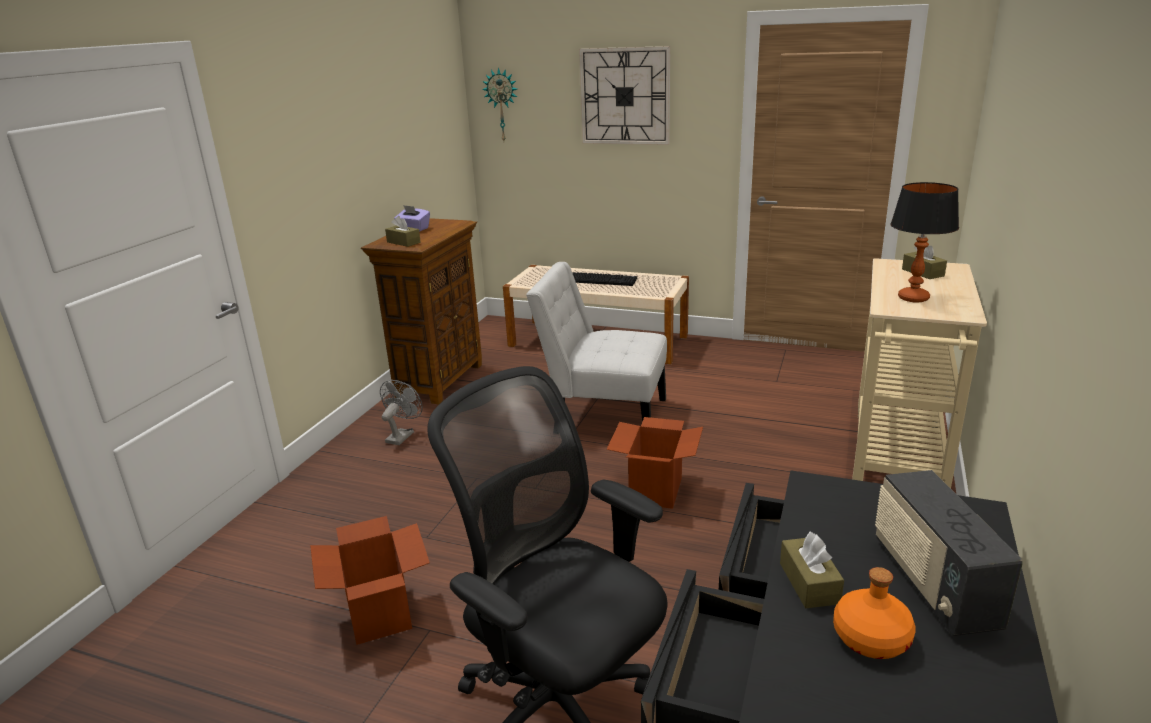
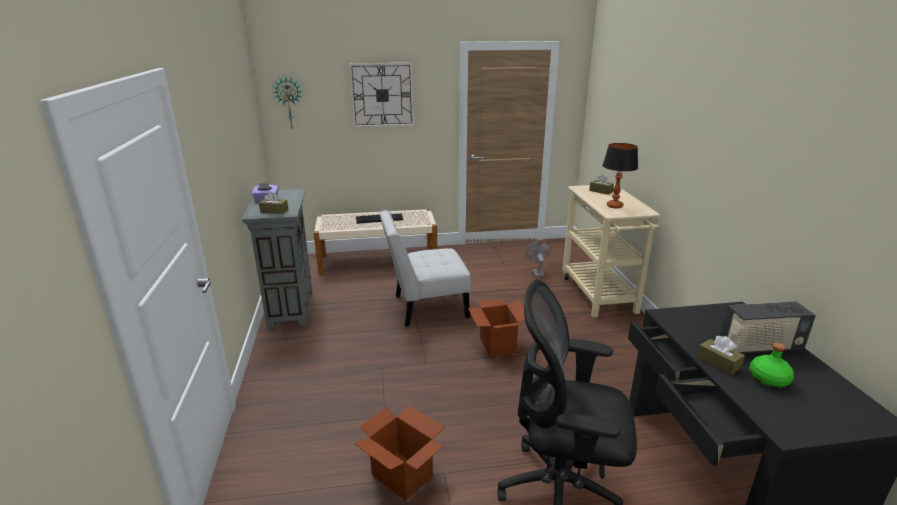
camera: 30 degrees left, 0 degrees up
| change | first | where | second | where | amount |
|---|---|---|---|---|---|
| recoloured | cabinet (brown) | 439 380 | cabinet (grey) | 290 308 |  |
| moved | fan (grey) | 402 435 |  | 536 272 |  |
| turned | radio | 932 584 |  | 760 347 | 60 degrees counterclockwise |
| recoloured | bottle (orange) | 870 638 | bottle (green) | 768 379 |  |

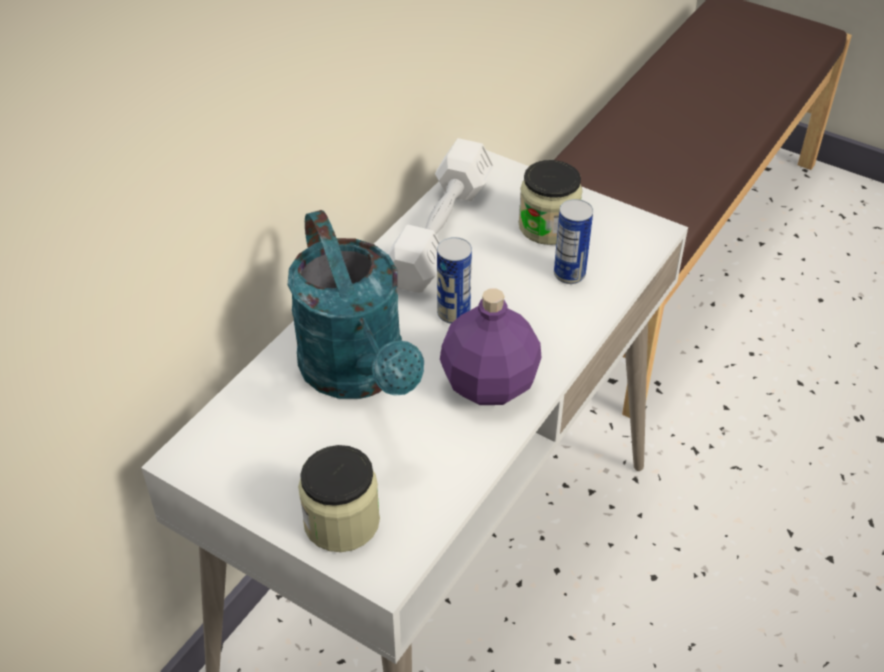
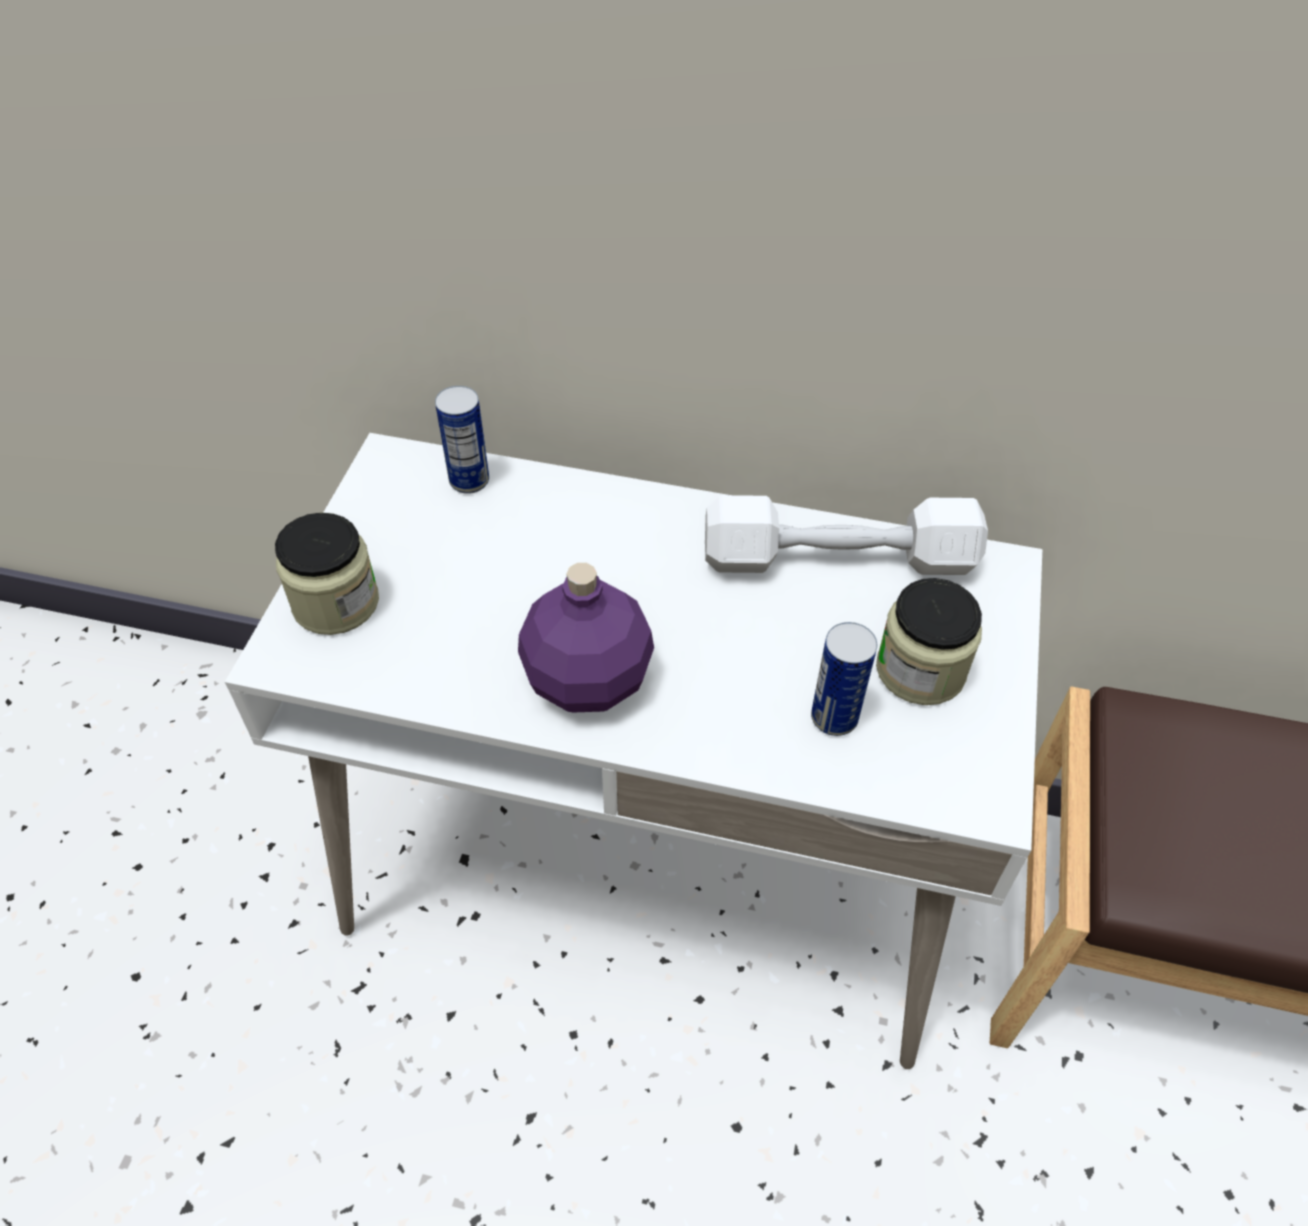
camera: 70 degrees right, 5 degrees up
| change | first | where | second | where | amount |
|---|---|---|---|---|---|
| removed | watering can (turquoise) | 359 374 |  |  |  |
| moved | can | 453 313 |  | 469 480 |  |

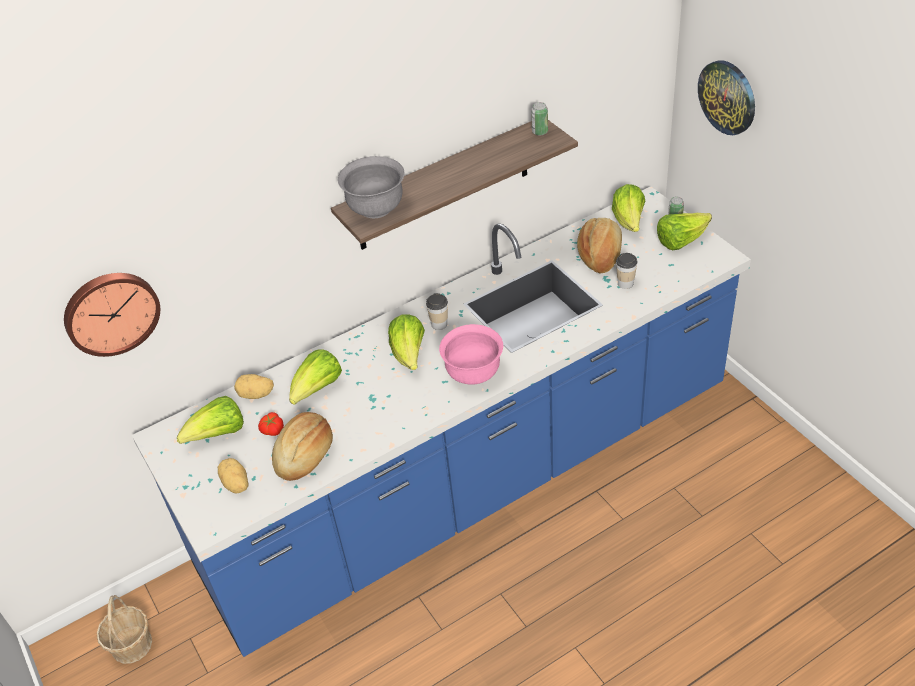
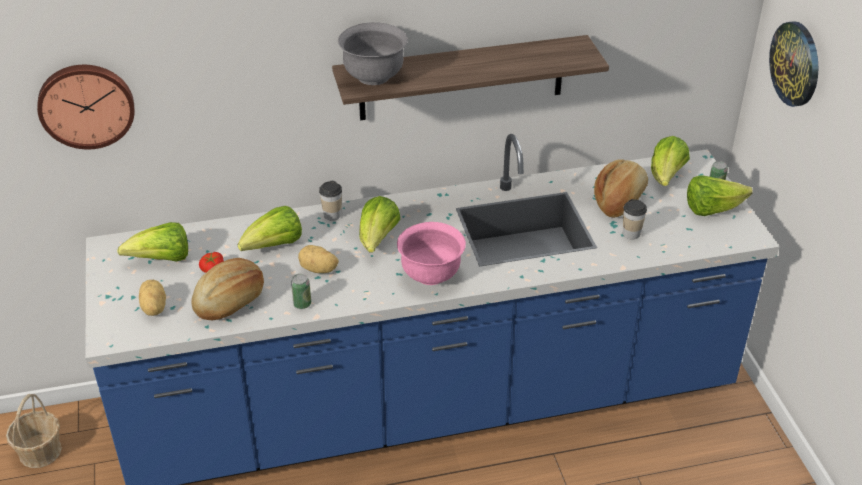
camera: 15 degrees right, 5 degrees down
| change | first | where | second | where | amount |
|---|---|---|---|---|---|
| moved | can | 540 132 |  | 302 304 |  |
| moved | cup | 439 324 |  | 332 215 |  |
| moved | potato | 256 395 |  | 318 270 |  |

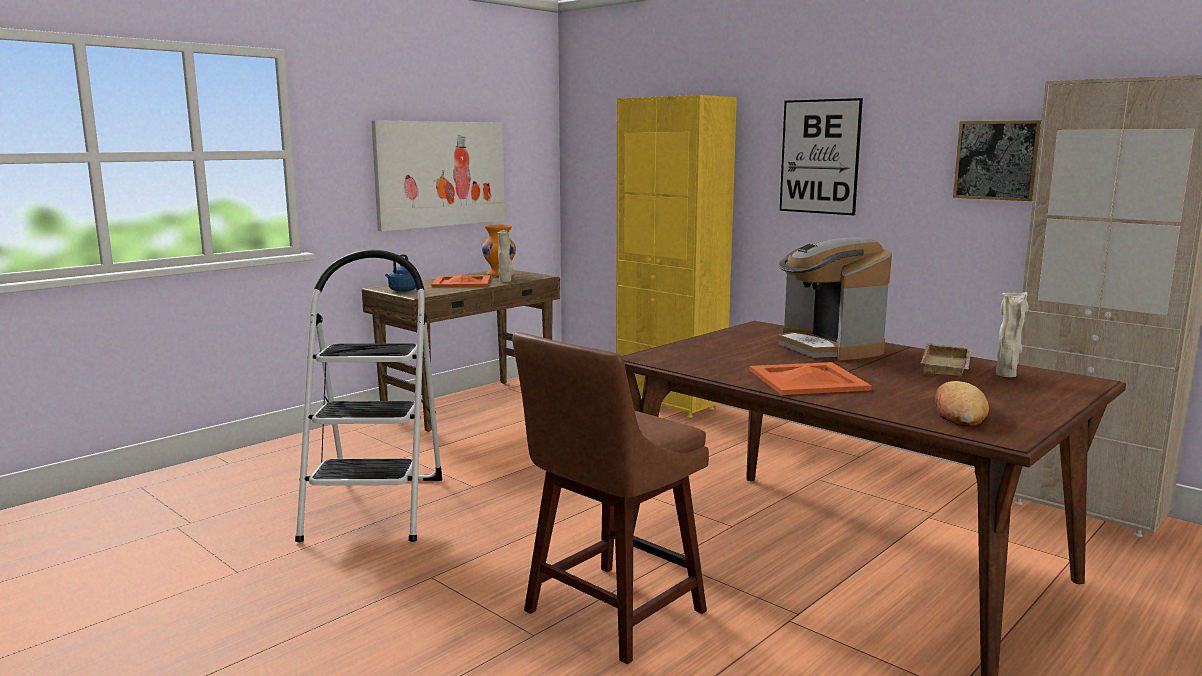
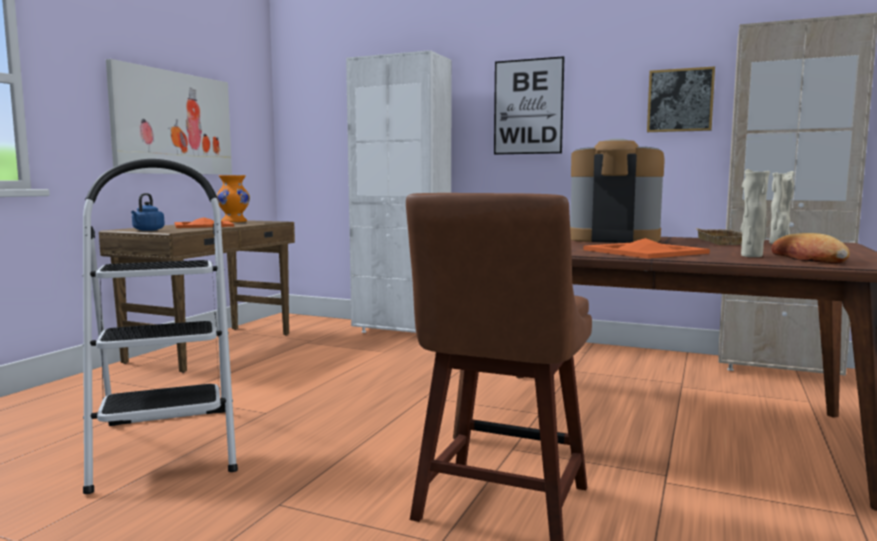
camera: 20 degrees left, 5 degrees down
| change | first | where | second | where | amount |
|---|---|---|---|---|---|
| recoloured | cabinet (yellow) | 670 405 | cabinet (white) | 401 332 |  |
| moved | vase (beige) | 506 281 |  | 752 256 |  |
| turned | coffee machine | 829 348 |  | 613 239 | 150 degrees clockwise |

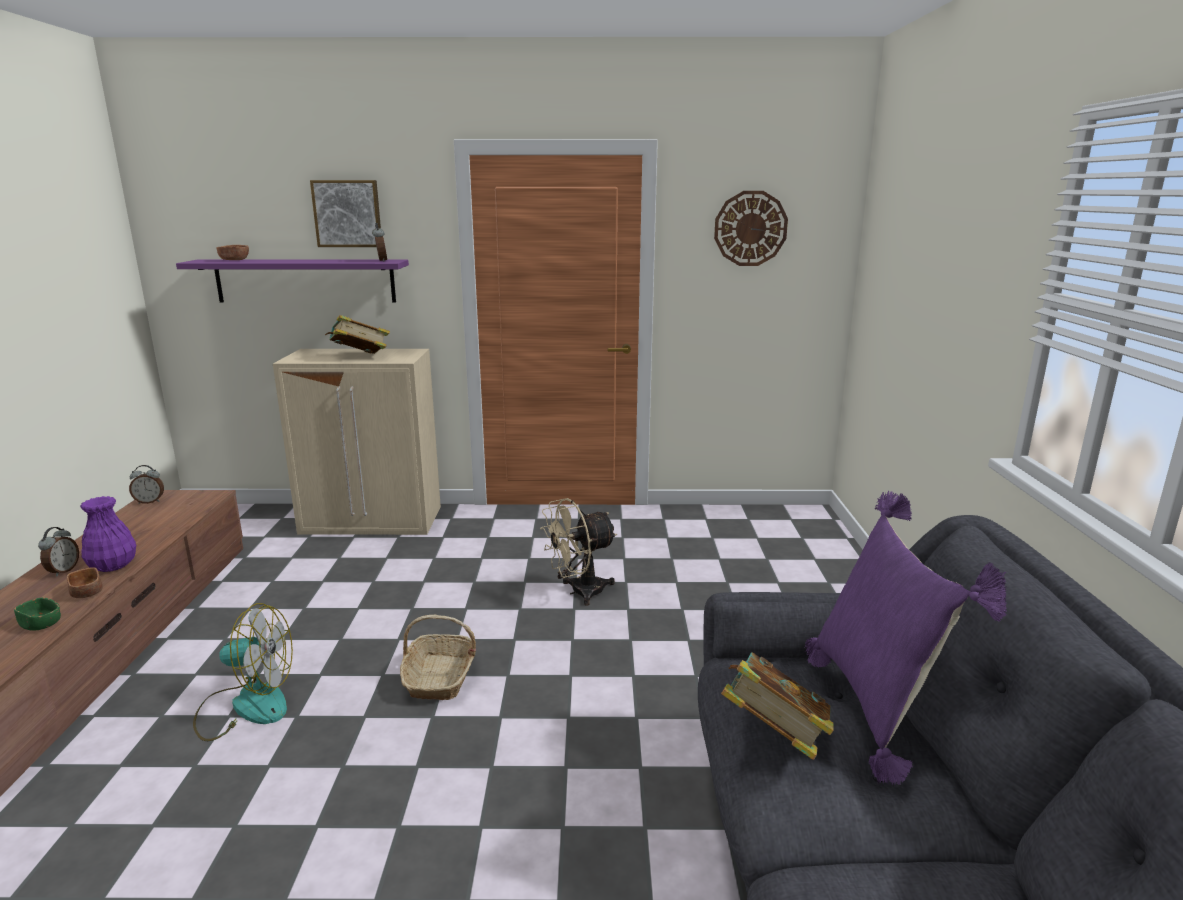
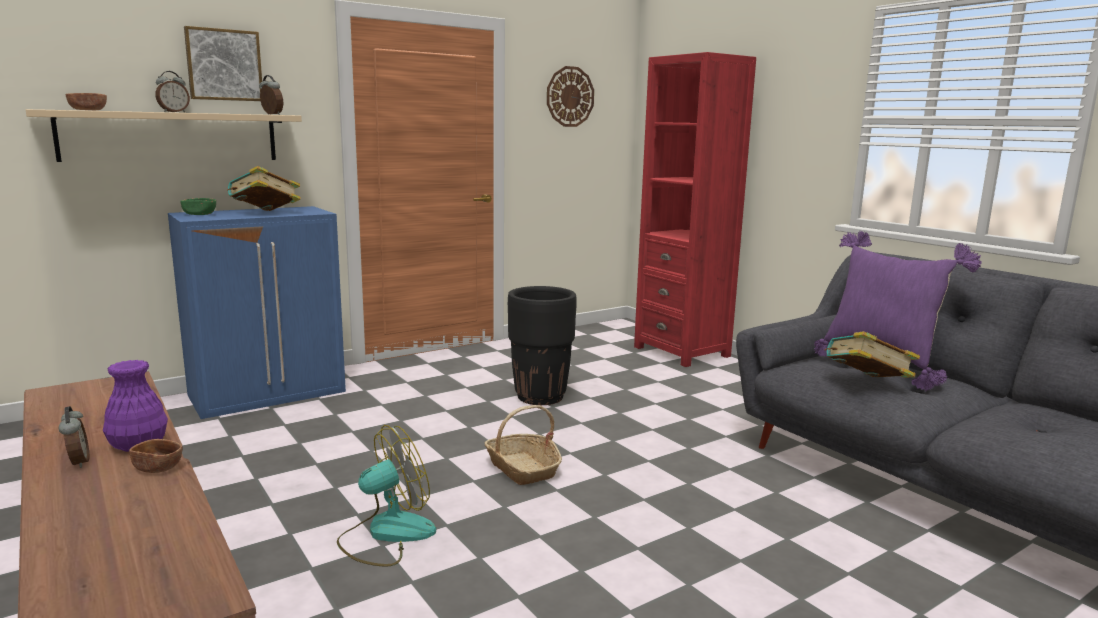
camera: 35 degrees left, 5 degrees down
| change | first | where | second | where | amount |
|---|---|---|---|---|---|
| recoloured | shelf (purple) | 305 281 | shelf (beige) | 171 136 |  |
| recoloured | cabinet (beige) | 372 520 | cabinet (blue) | 268 393 |  |
| moved | alarm clock | 150 501 |  | 173 112 |  |
| replaced | fan (beige) | 579 592 | planter (black) | 540 397 |  |
| moved | bowl (green) | 41 624 |  | 199 214 |  |
| added |  |  | bookcase (red) | 682 351 |  |

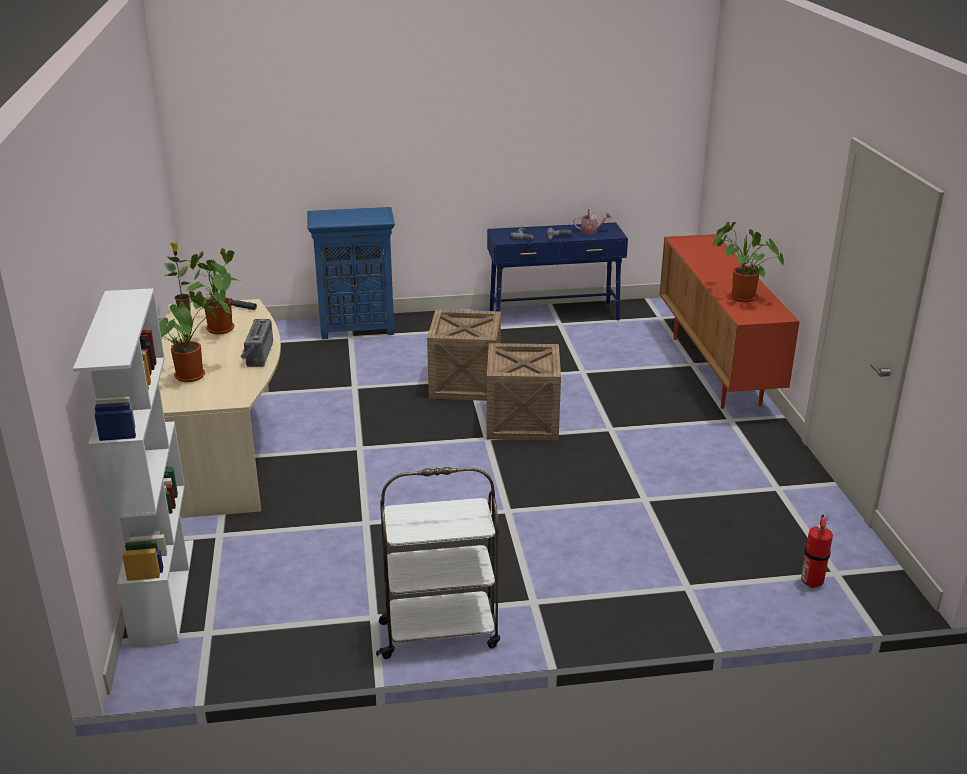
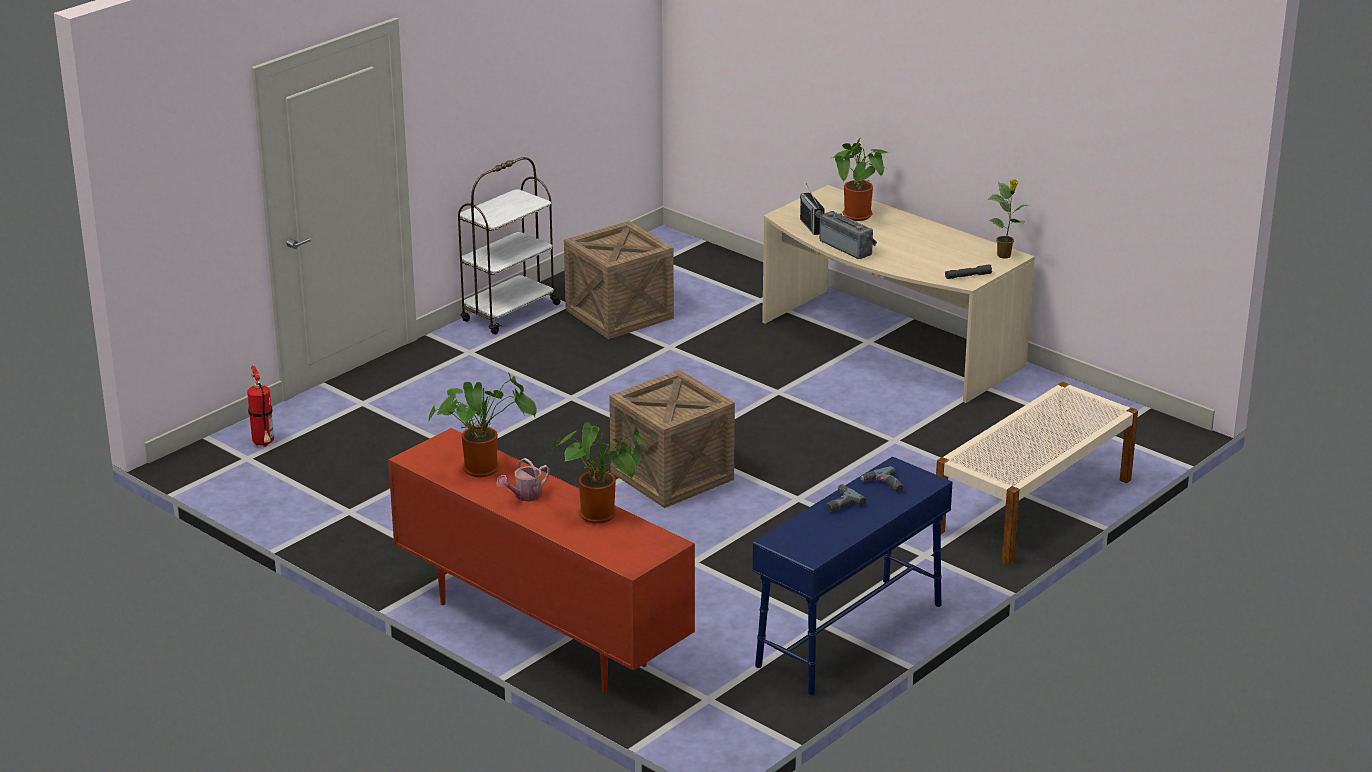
camera: 140 degrees right, 0 degrees up
| change | first | where | second | where | amount |
|---|---|---|---|---|---|
| replaced | cabinet (blue) | 358 328 | bench (beige) | 1034 506 |  |
| moved | watering can | 591 231 |  | 524 496 |  |
| moved | potted plant | 218 328 |  | 602 515 |  |
| removed | bookcase (white) | 162 591 |  |  |  |
| moved | crate | 465 383 |  | 619 314 |  |
| added |  |  | radio | 811 226 |  |

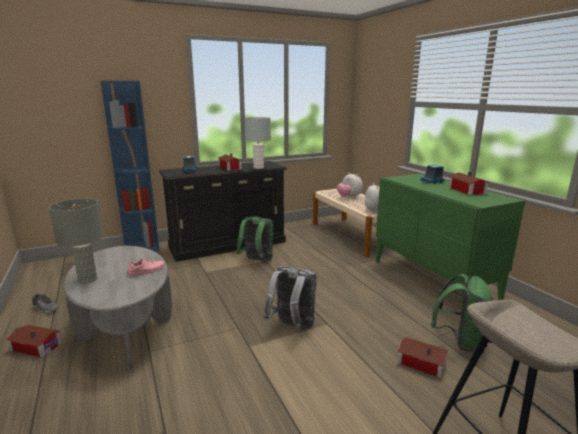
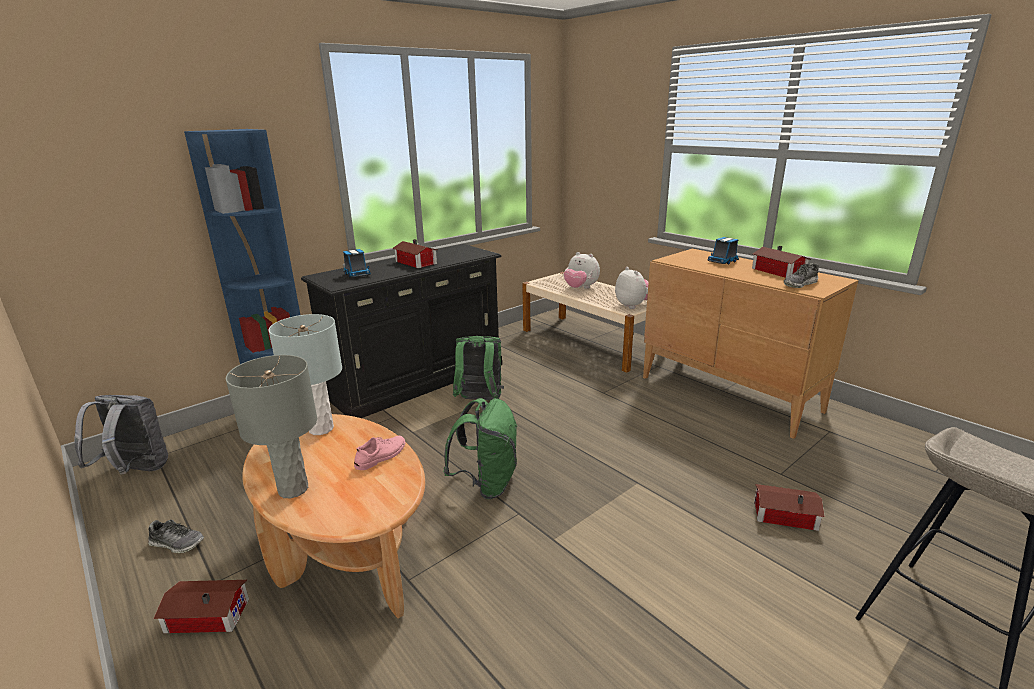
camera: 15 degrees left, 5 degrees up
| change | first | where | second | where | amount |
|---|---|---|---|---|---|
| moved | table lamp (grey) | 258 167 |  | 321 429 |  |
| recoloured | cabinet (green) | 432 280 | cabinet (brown) | 728 394 |  |
| recoloured | coffee table (grey) | 126 330 | coffee table (brown) | 347 552 |  |
| moved | backpack (grey) | 292 326 |  | 136 471 |  |
| moved | backpack (green) | 459 339 |  | 487 484 |  |
| added |  |  | shoe | 800 284 |  |

